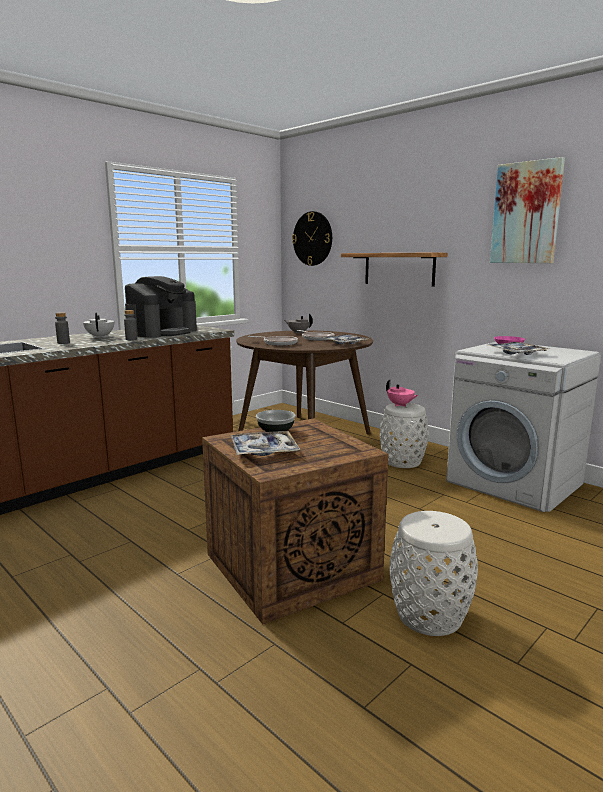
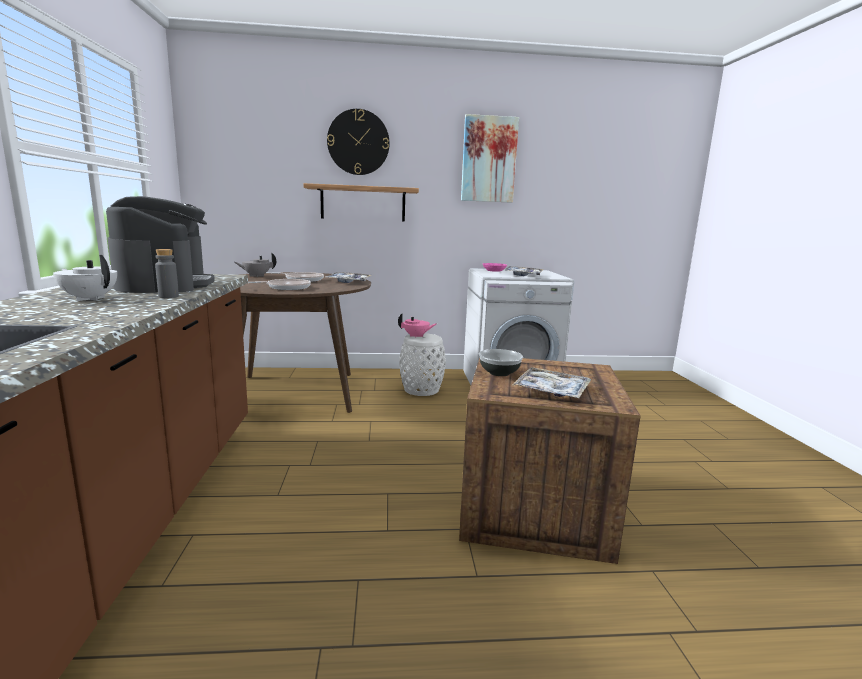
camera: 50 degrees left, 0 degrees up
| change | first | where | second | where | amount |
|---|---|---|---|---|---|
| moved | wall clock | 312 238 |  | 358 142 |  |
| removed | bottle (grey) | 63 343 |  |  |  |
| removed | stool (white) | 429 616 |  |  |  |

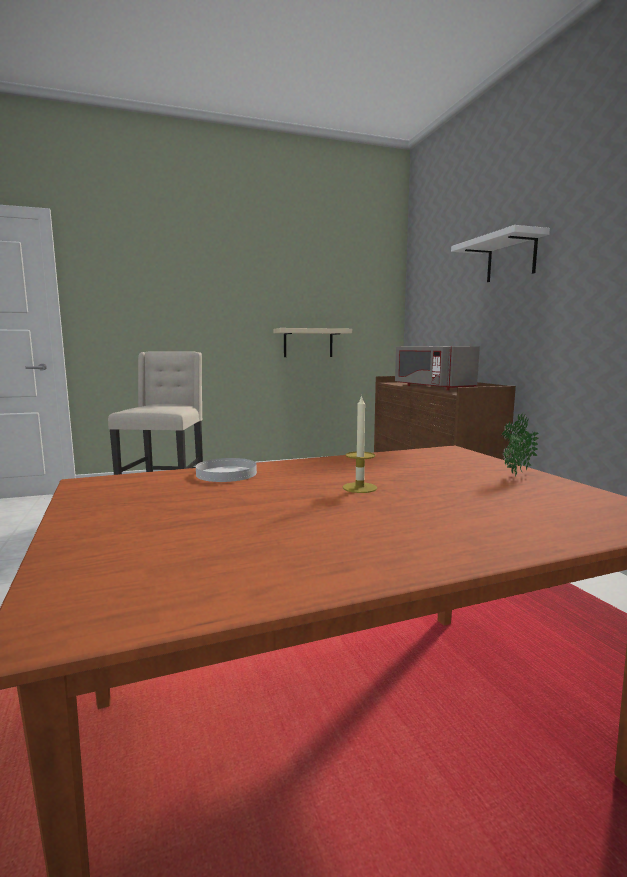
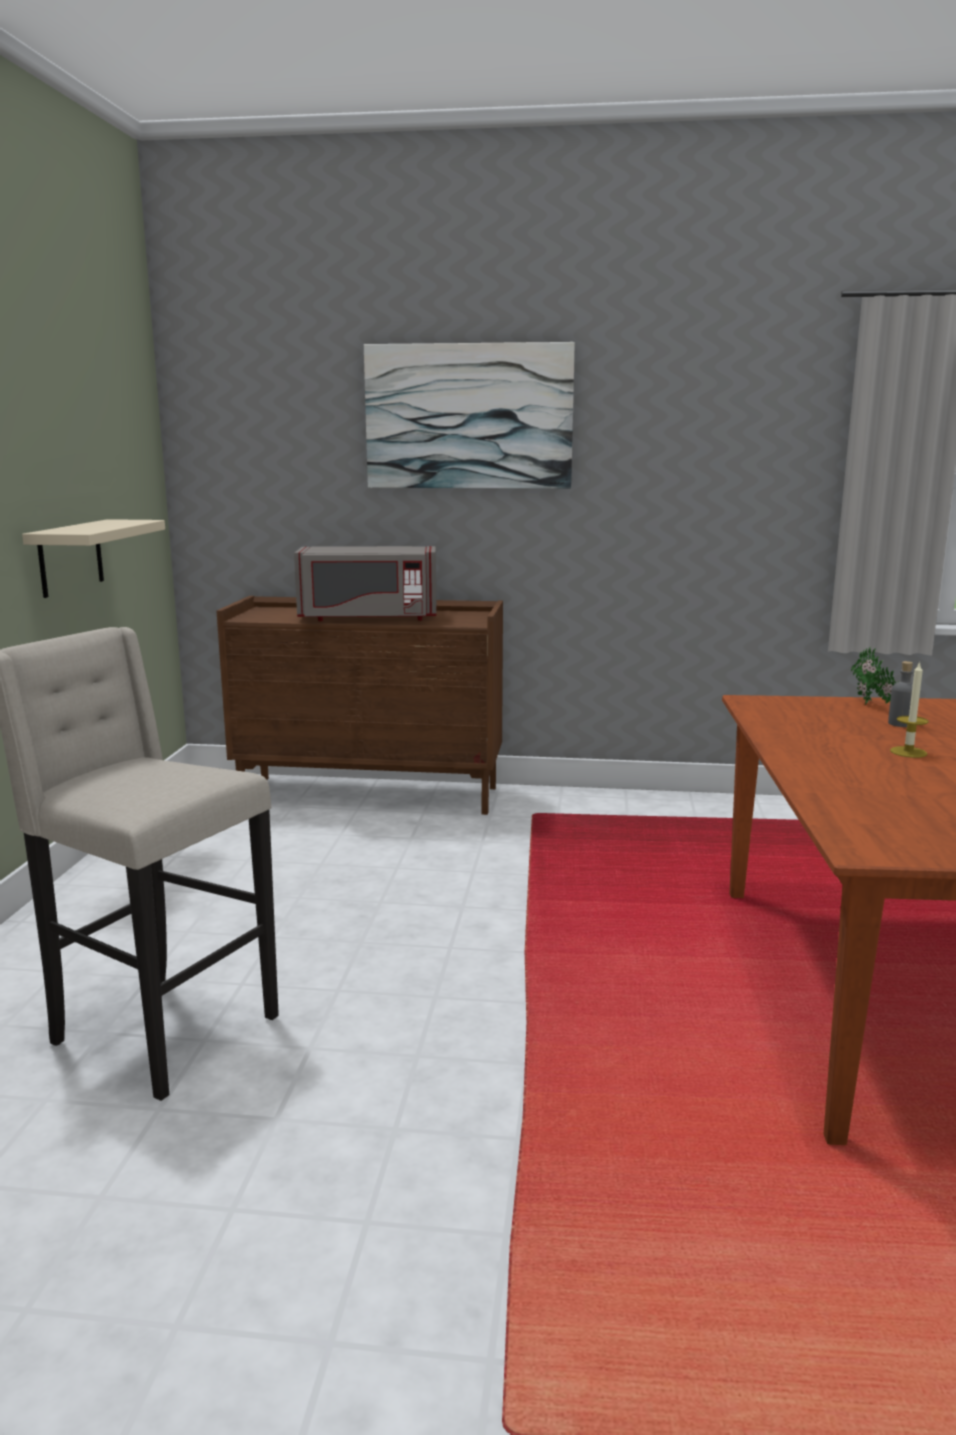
camera: 65 degrees left, 5 degrees up
| change | first | where | second | where | amount |
|---|---|---|---|---|---|
| replaced | shelf (white) | 511 258 | picture | 469 417 |  |
| removed | plate (white) | 226 473 |  |  |  |
| added |  |  | bottle (grey) | 900 724 |  |

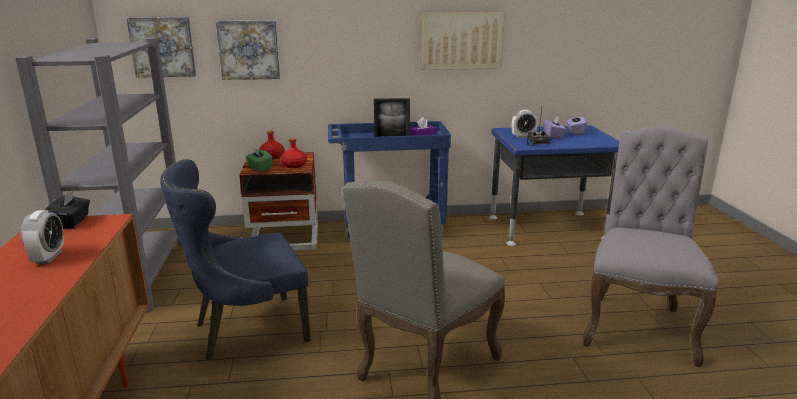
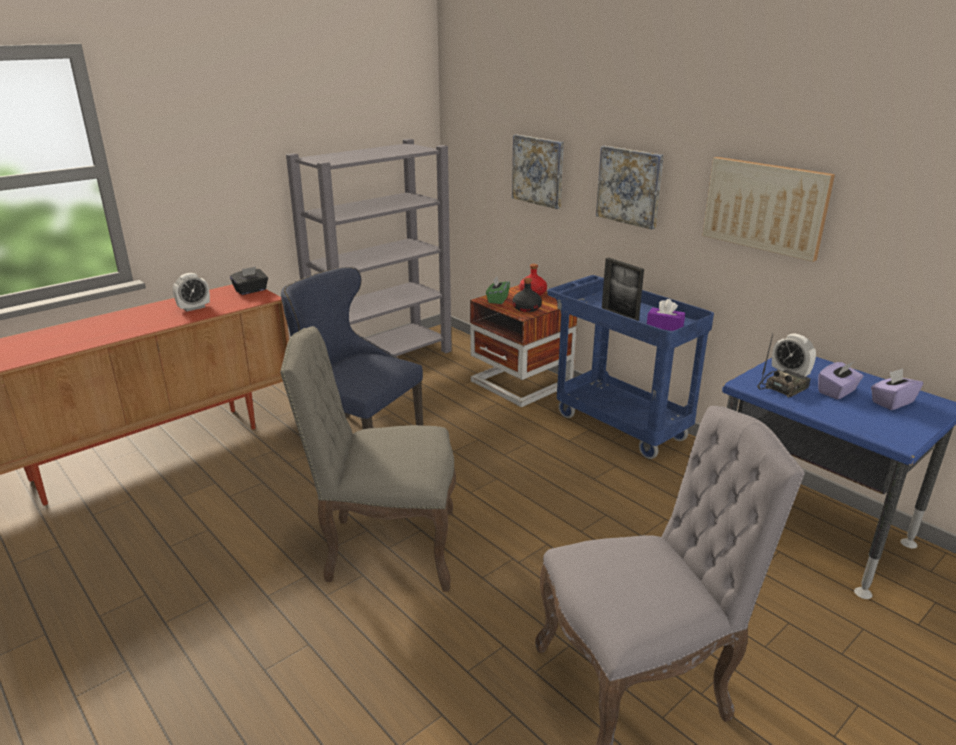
camera: 55 degrees right, 5 degrees up
| change | first | where | second | where | amount |
|---|---|---|---|---|---|
| moved | picture | 162 47 |  | 630 186 |  |
| recoloured | bottle (red) | 294 165 | bottle (black) | 527 308 |  |

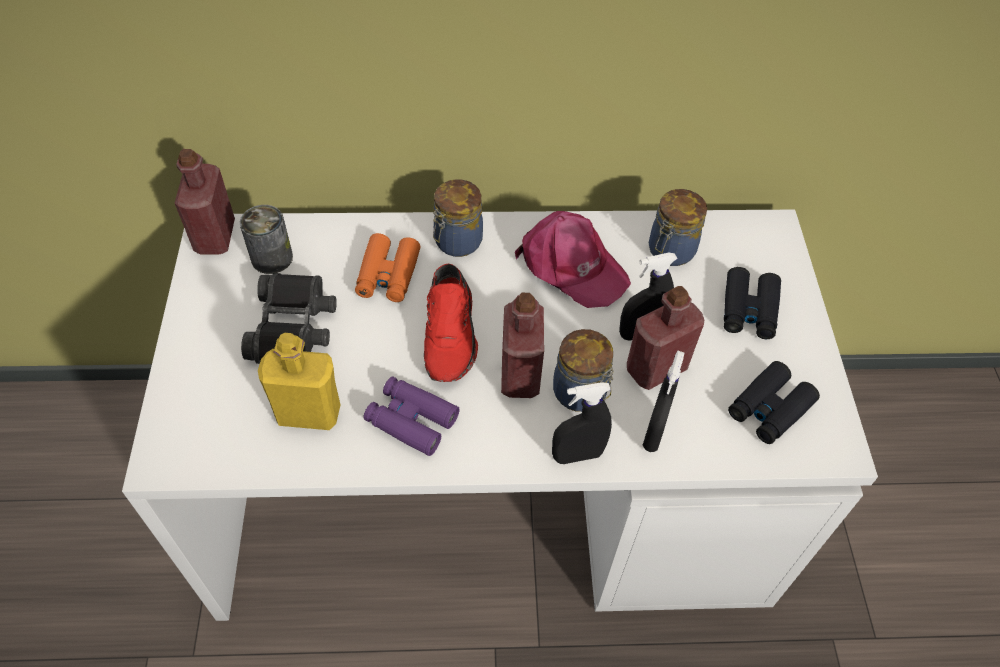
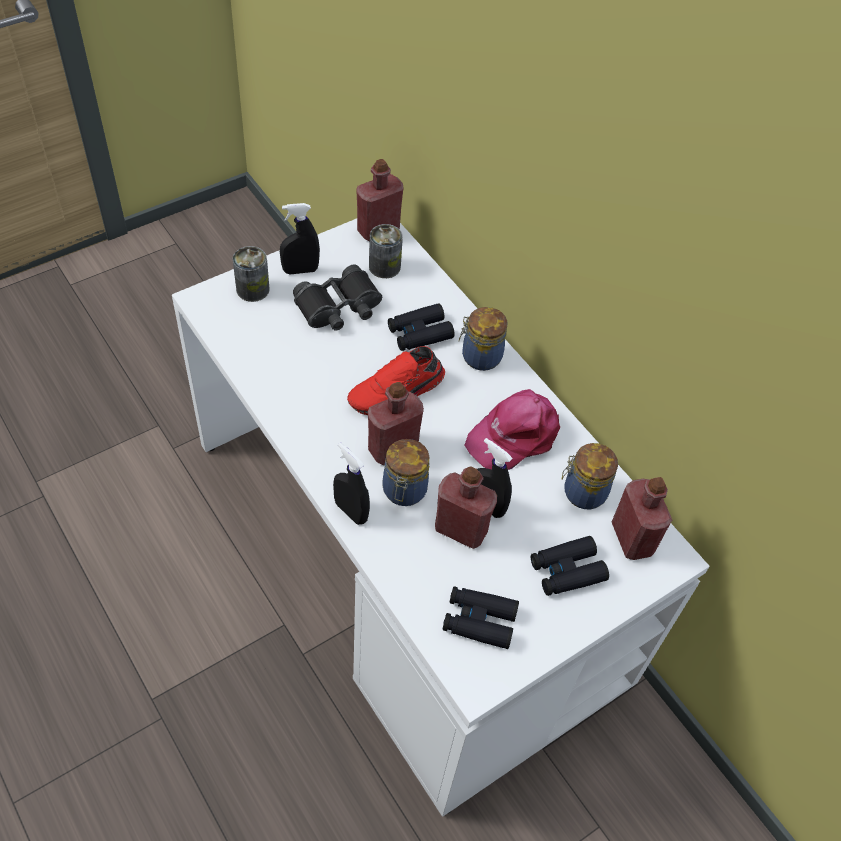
camera: 55 degrees right, 0 degrees up
| change | first | where | second | where | amount |
|---|---|---|---|---|---|
| turned | cap (pink) | 571 266 |  | 514 435 | 45 degrees clockwise |
| recoloured | binoculars (orange) | 388 275 | binoculars (black) | 419 333 |  |
| removed | bottle (yellow) | 308 413 |  |  |  |
| moved | spray bottle (black) | 654 433 |  | 300 270 |  |
| removed | binoculars (purple) | 411 420 |  |  |  |
| added |  |  | can | 252 289 |  |
| added |  |  | bottle (red) | 632 538 |  |

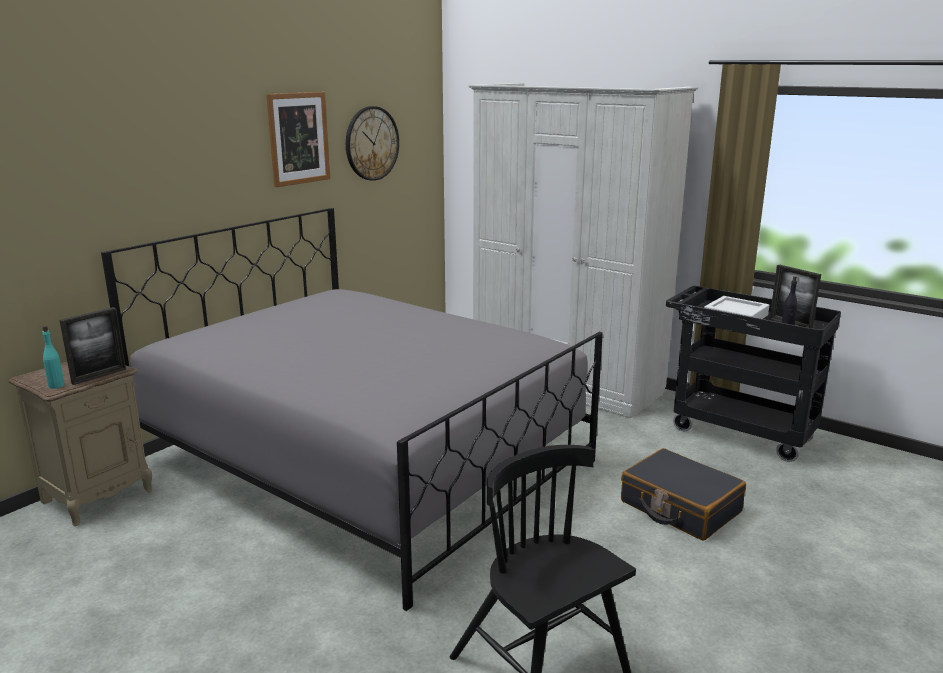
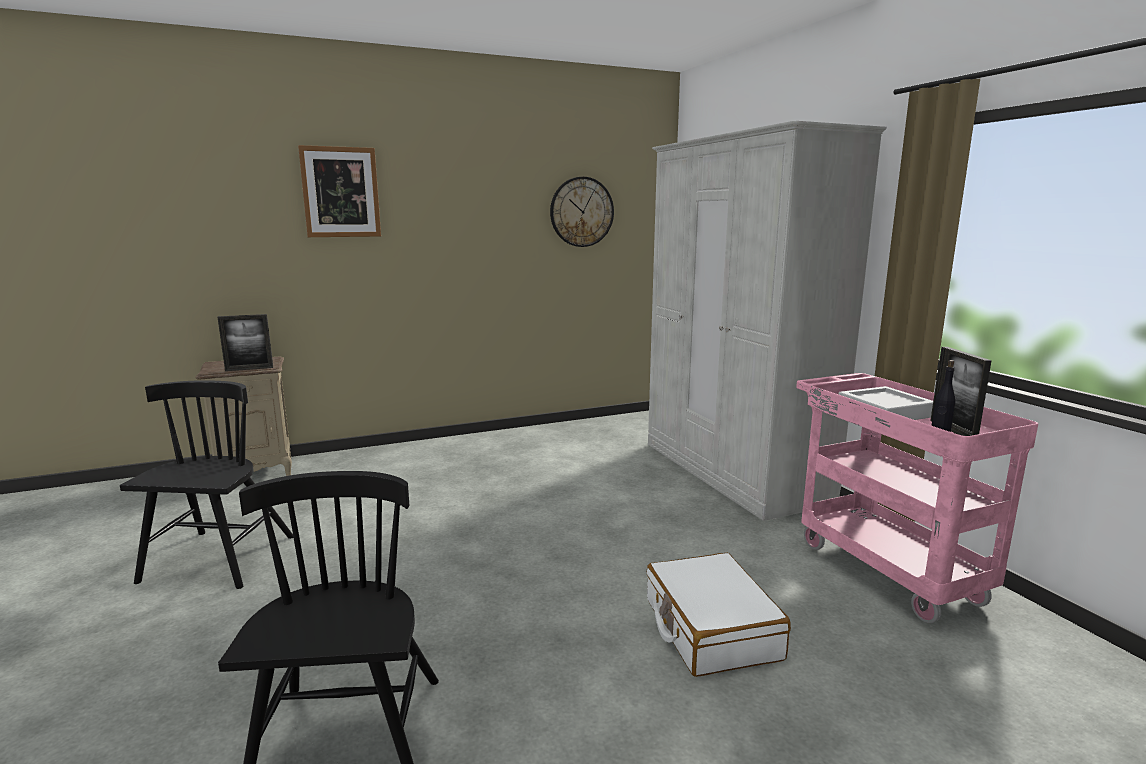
camera: 30 degrees right, 5 degrees down
| change | first | where | second | where | amount |
|---|---|---|---|---|---|
| moved | picture | 298 138 |  | 341 192 |  |
| removed | bed (grey) | 364 461 |  |  |  |
| recoloured | cart (black) | 735 434 | cart (pink) | 881 570 |  |
| removed | bottle (turquoise) | 56 385 |  |  |  |
| recoloured | suitcase (black) | 679 507 | suitcase (white) | 710 629 |  |
| added |  |  | chair (black) | 214 562 |  |

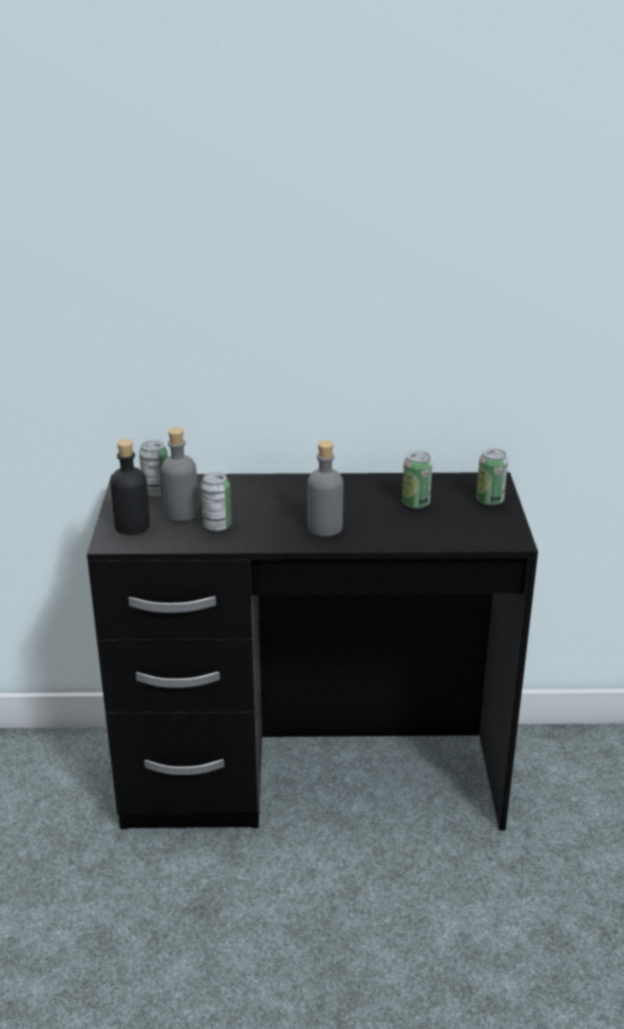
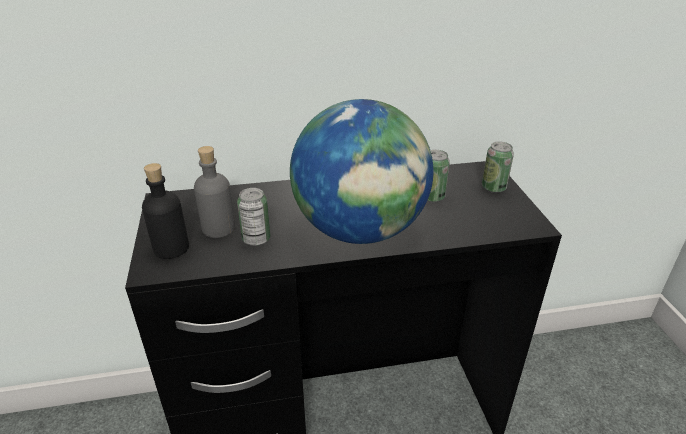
camera: 10 degrees left, 5 degrees up
| change | first | where | second | where | amount |
|---|---|---|---|---|---|
| removed | can | 156 492 |  |  |  |
| replaced | bottle (grey) | 325 527 | globe | 360 230 |  |

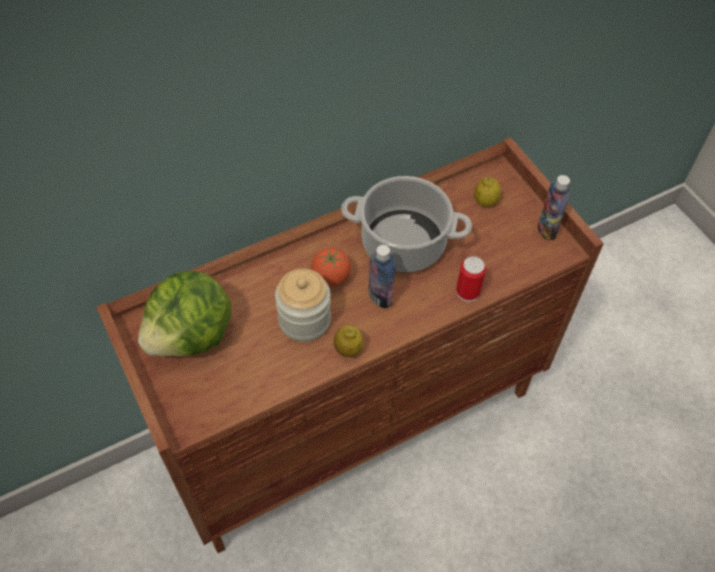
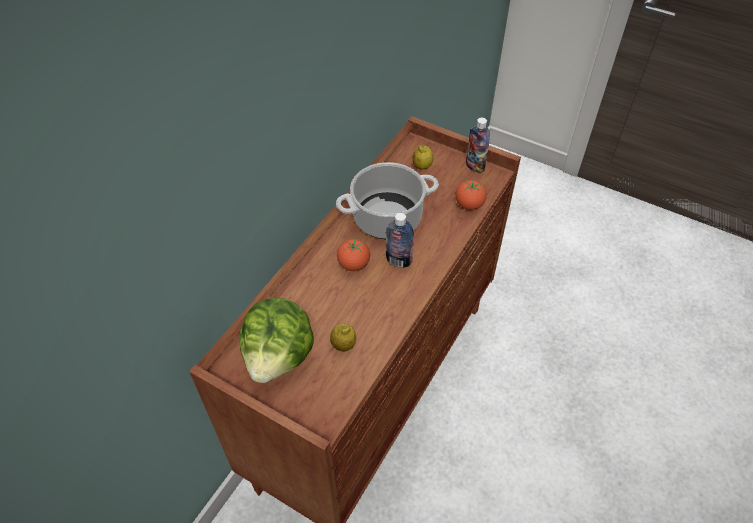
camera: 30 degrees left, 5 degrees down
| change | first | where | second | where | amount |
|---|---|---|---|---|---|
| removed | can | 467 292 |  |  |  |
| removed | jar | 304 320 |  |  |  |
| moved | lemon | 348 349 |  | 343 345 |  |
| added |  |  | tomato | 469 205 |  |

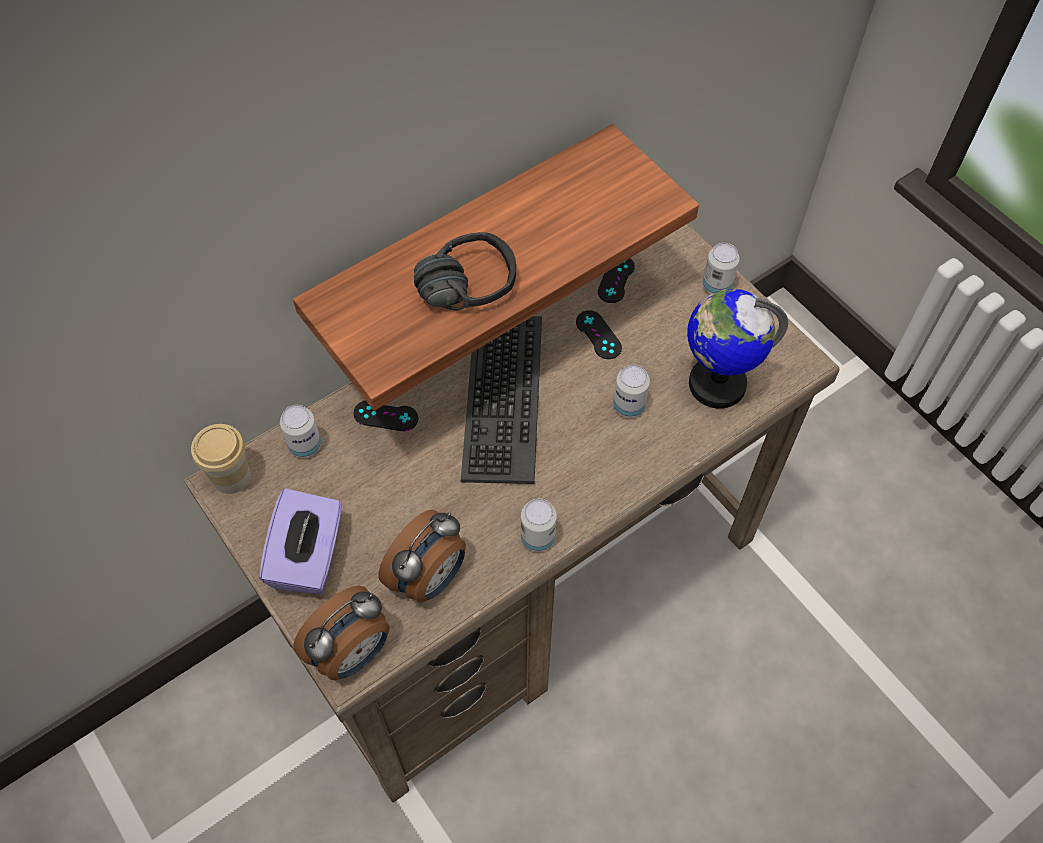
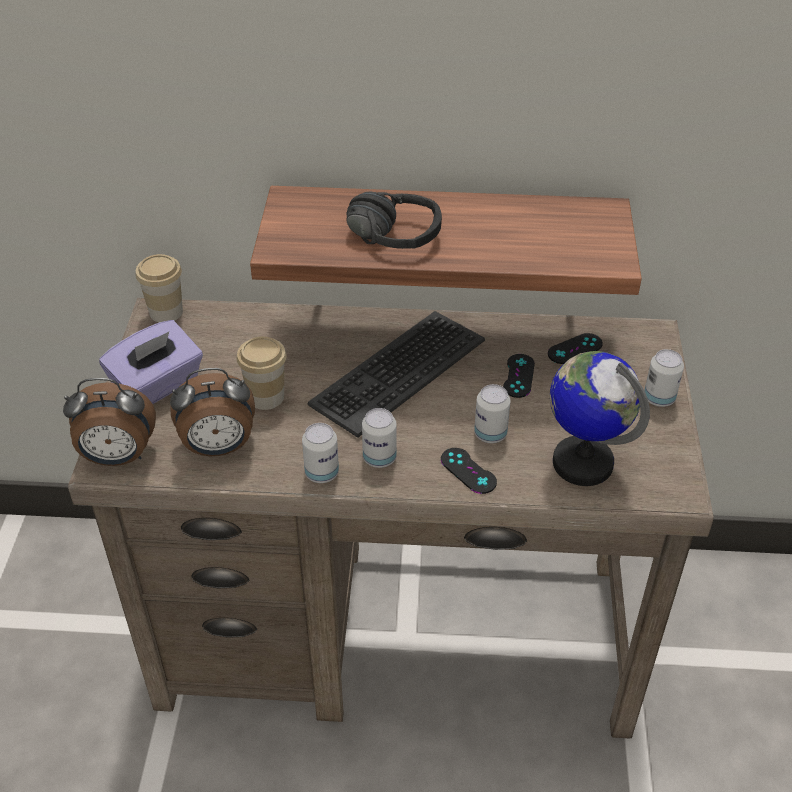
camera: 40 degrees right, 15 degrees down
| change | first | where | second | where | amount |
|---|---|---|---|---|---|
| moved | game controller (black) | 386 416 |  | 468 471 |  |
| moved | can | 305 445 |  | 379 458 |  |
| added |  |  | cup | 266 397 |  |

